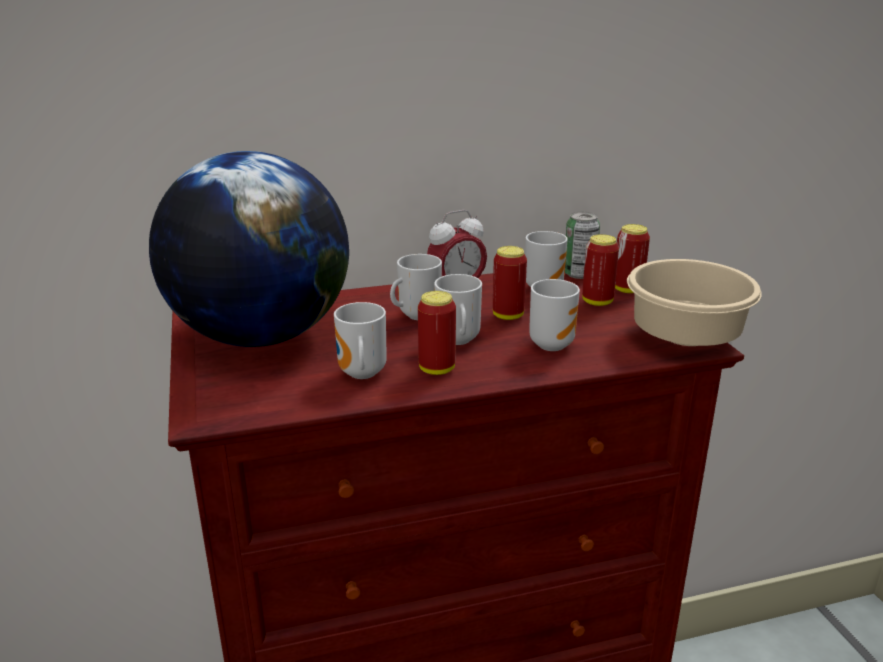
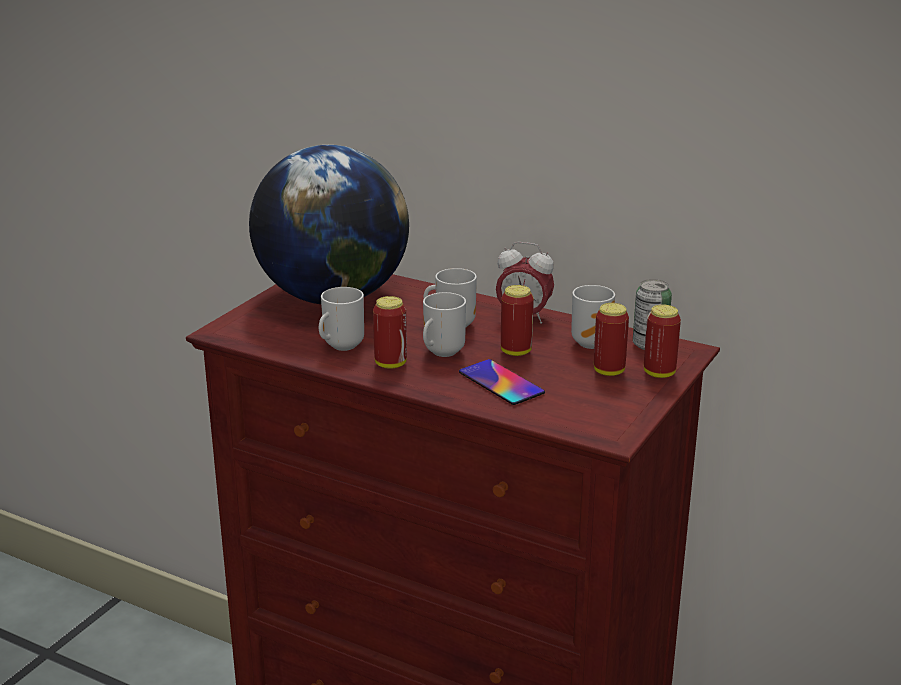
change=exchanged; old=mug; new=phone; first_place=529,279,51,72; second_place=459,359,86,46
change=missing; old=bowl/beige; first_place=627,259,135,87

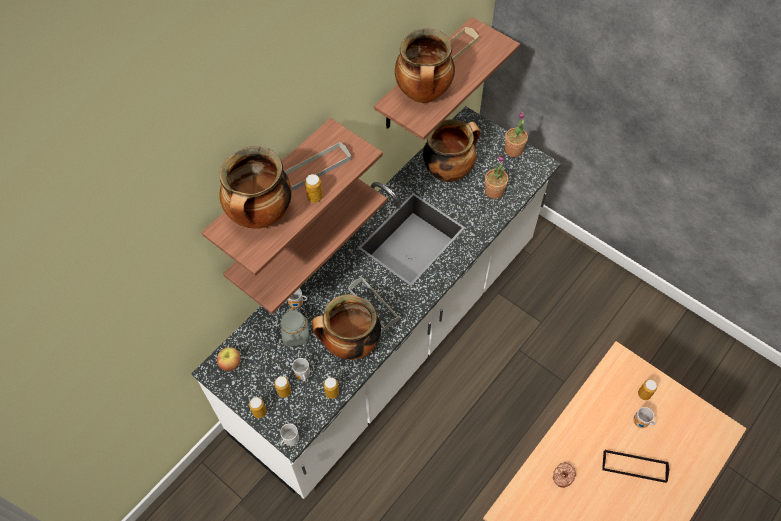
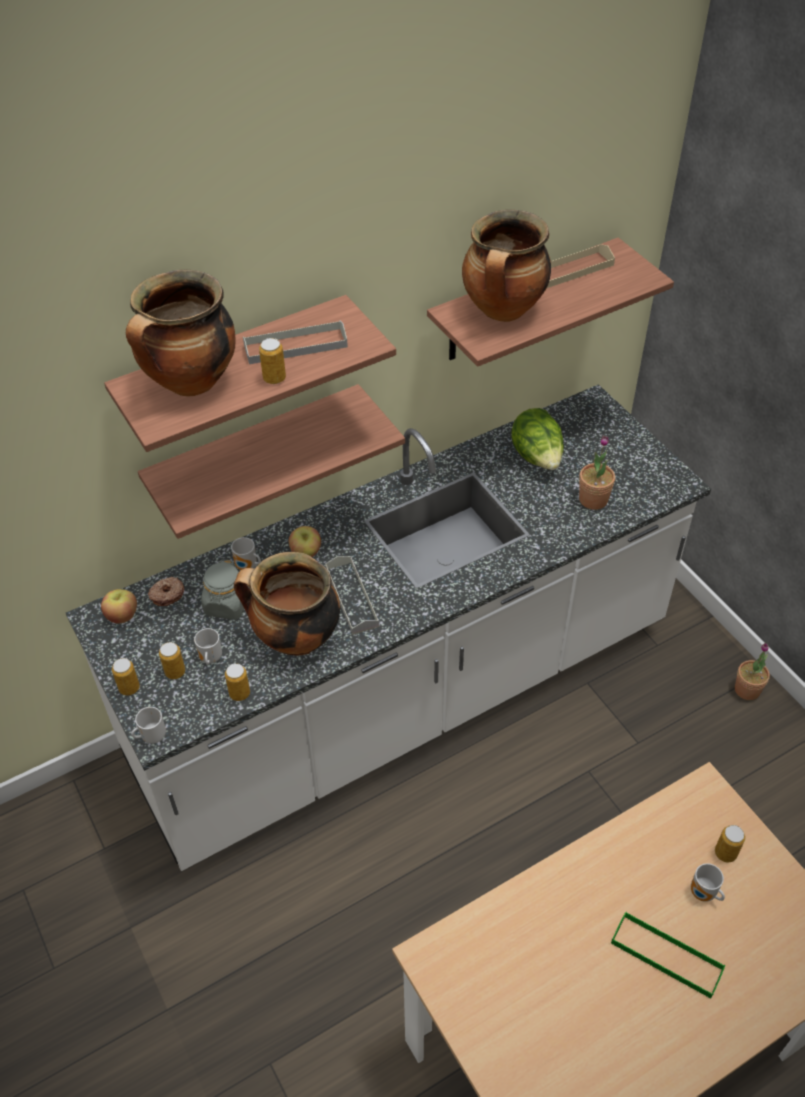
change=exchanged; old=cooking pot; new=lettuce; first_place=423,119,58,63; second_place=511,408,53,62
change=relocated; old=potted plant; first_place=505,112,23,45; second_place=735,643,35,57
change=relocated; old=donut; first_place=553,463,23,25; second_place=148,577,36,29
change=colour; old=tray/black; new=tray/green; first_place=602,449,67,34; second_place=611,912,114,86
change=appeared; new=apple; second_place=289,526,32,31

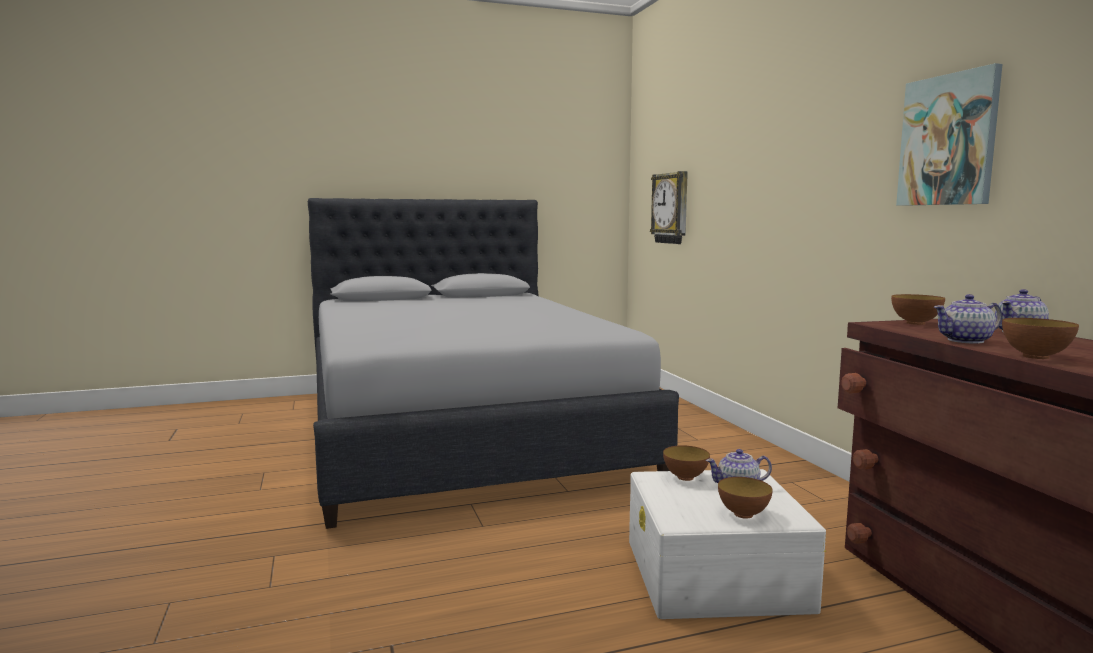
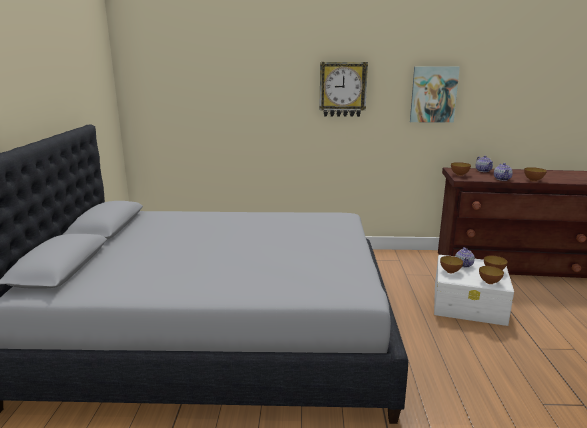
change=relocated; old=wall clock; first_place=650,171,38,73; second_place=319,62,49,55
change=appeared; new=bowl; second_place=479,266,25,18

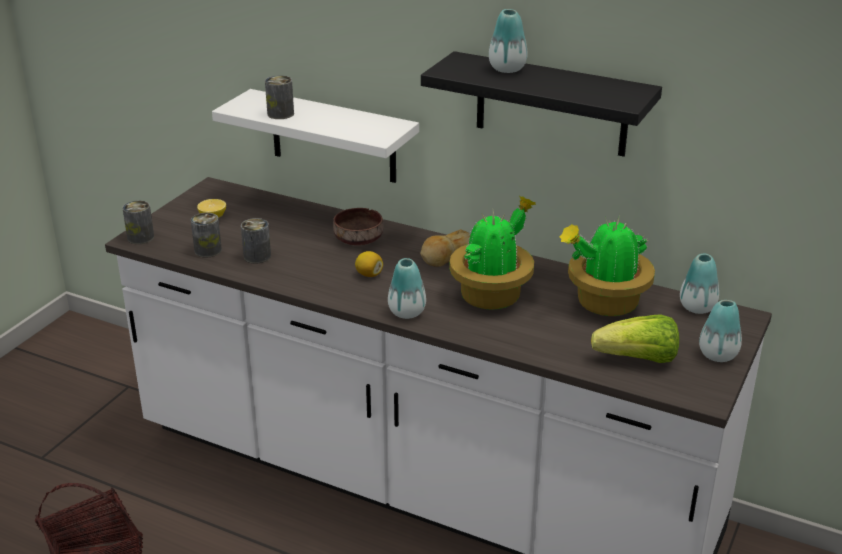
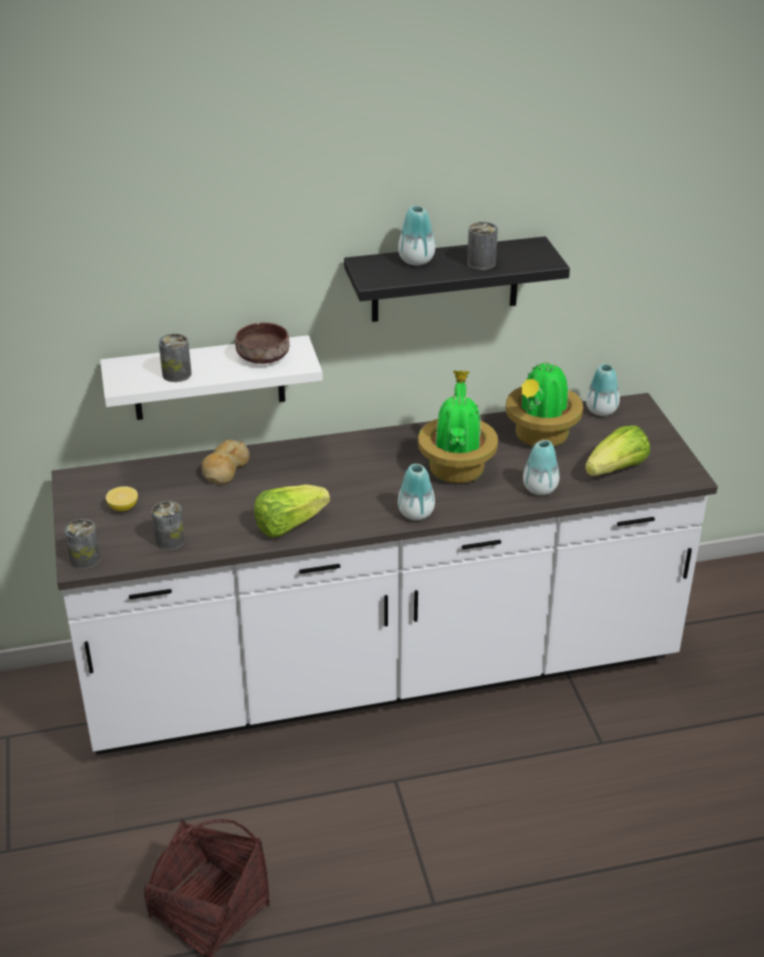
change=relocated; old=can; first_place=241,218,30,46; second_place=467,222,31,48
change=relocated; old=bowl/brown; first_place=333,208,50,37; second_place=235,322,54,42
change=missing; old=lemon; first_place=355,251,28,26
change=relocated; old=bread; first_place=420,229,50,38; second_place=201,440,48,45
change=relocated; old=vase; first_place=699,300,43,62; second_place=523,440,36,55
change=appeared; new=lettuce; second_place=254,485,76,53

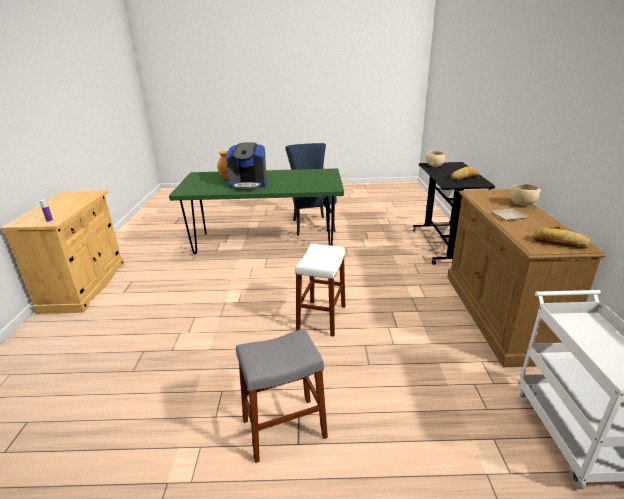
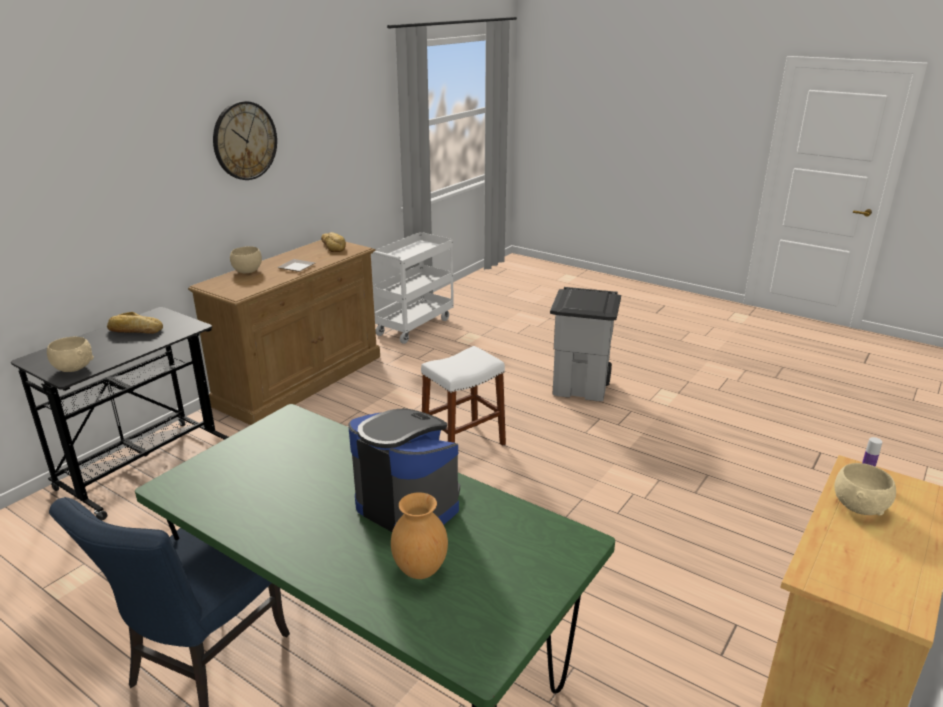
change=exchanged; old=stool/grey; new=trash can/grey; first_place=236,328,92,135; second_place=550,287,71,114
change=appeared; new=wall clock; second_place=213,101,64,79
change=appeared; new=bowl/beige; second_place=834,463,62,53

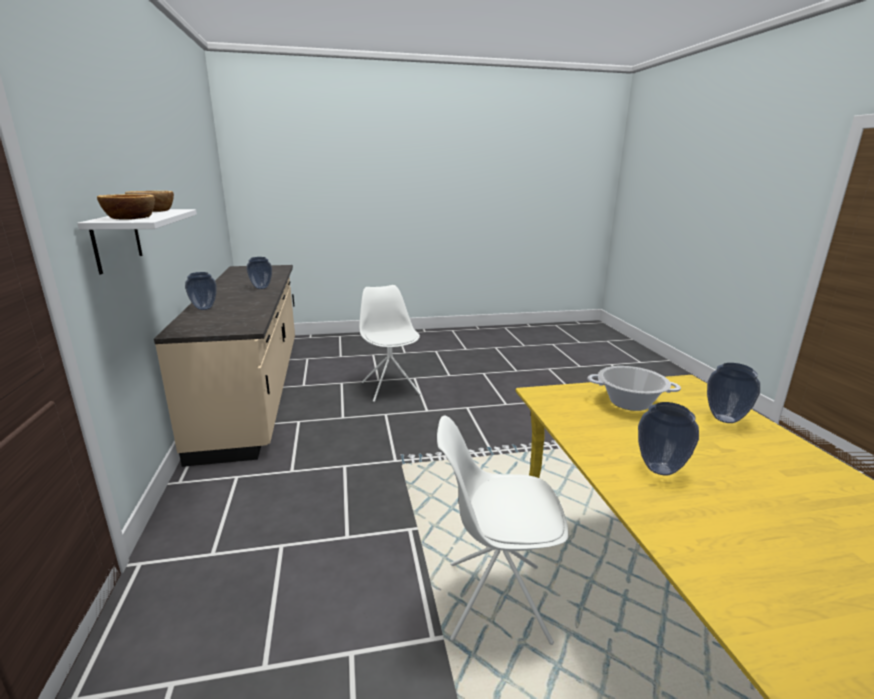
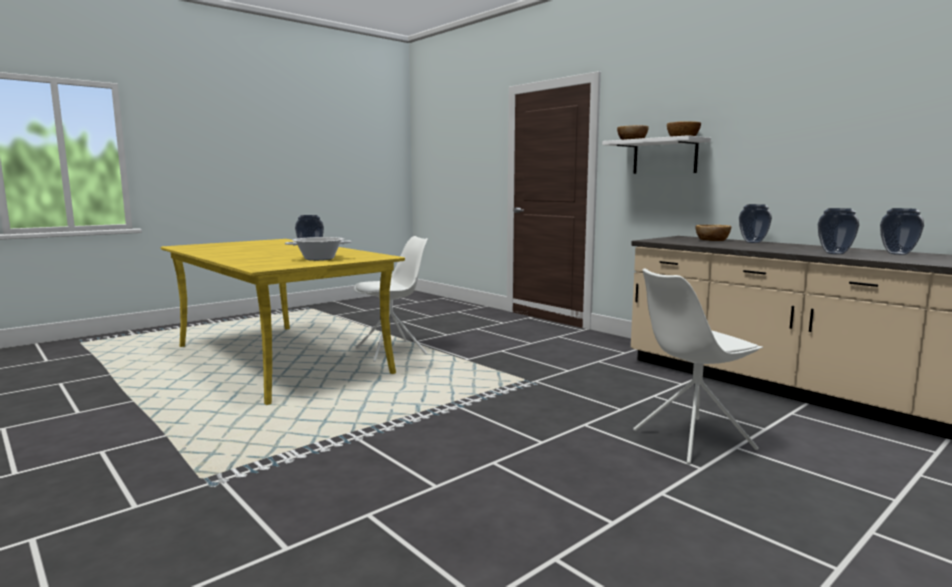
change=spun; old=chair/white; first_place=359,285,62,117; second_place=633,268,130,196; degrees=120
change=relocated; old=vase; first_place=707,363,53,60; second_place=880,208,44,47
change=appeared; new=bowl; second_place=696,225,35,16

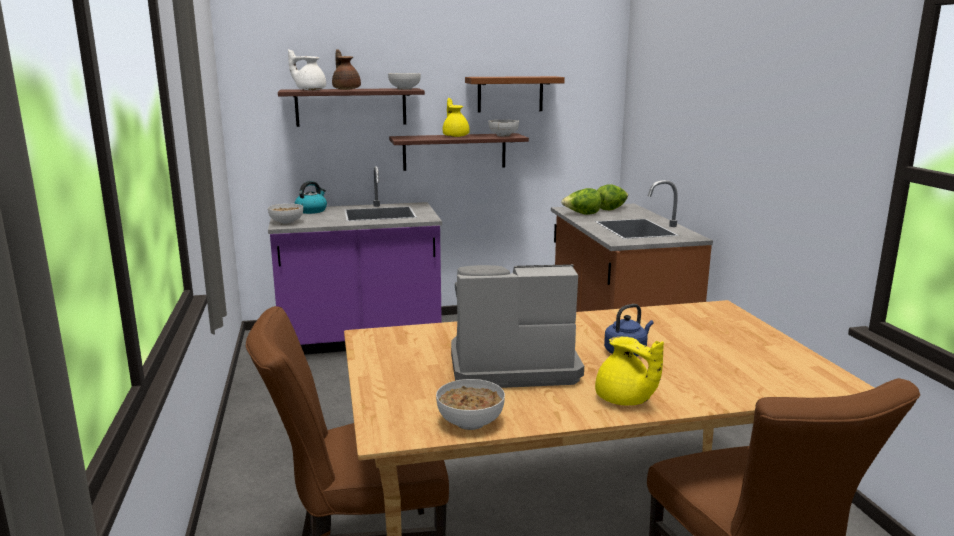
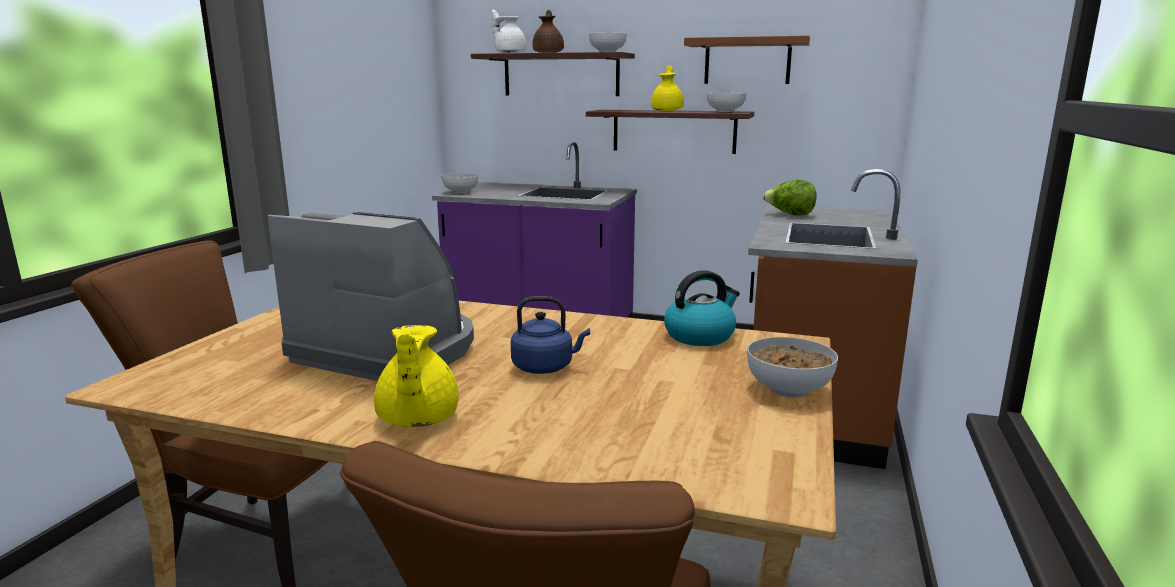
change=relocated; old=kettle; first_place=295,181,32,33; second_place=664,270,76,76
change=relocated; old=bowl; first_place=436,379,69,51; second_place=747,337,91,60
change=missing; old=lettuce; first_place=597,184,31,26

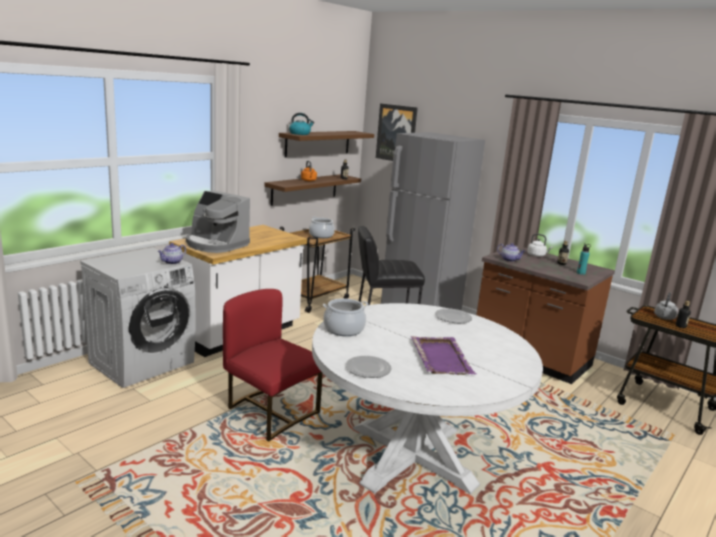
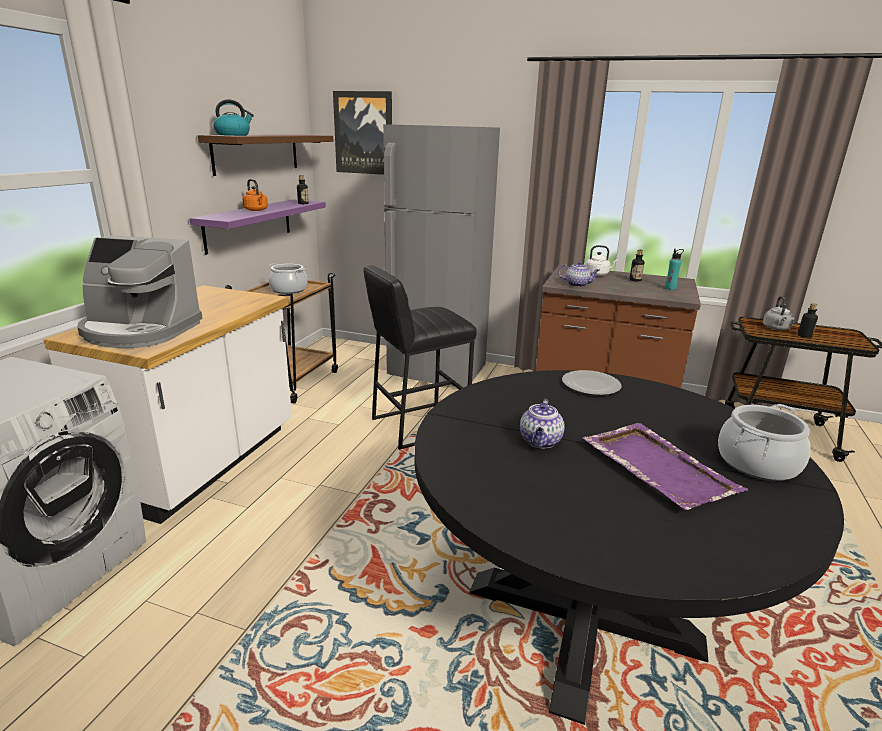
change=relocated; old=teapot; first_place=158,243,28,21; second_place=520,399,44,49
change=missing; old=chair/red; first_place=223,289,100,153
change=colour; old=shelf/brown; new=shelf/purple; first_place=264,174,97,32; second_place=189,199,137,56
change=colour; old=dining table/white; new=dining table/black; first_place=312,303,231,191; second_place=415,370,429,355
change=relocated; old=cooking pot; first_place=323,298,45,38; second_place=718,404,92,77
change=missing; old=plate; first_place=345,356,47,22

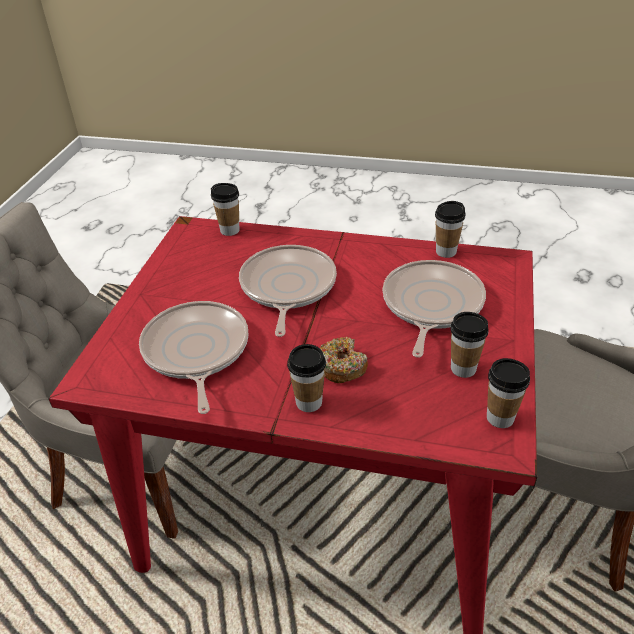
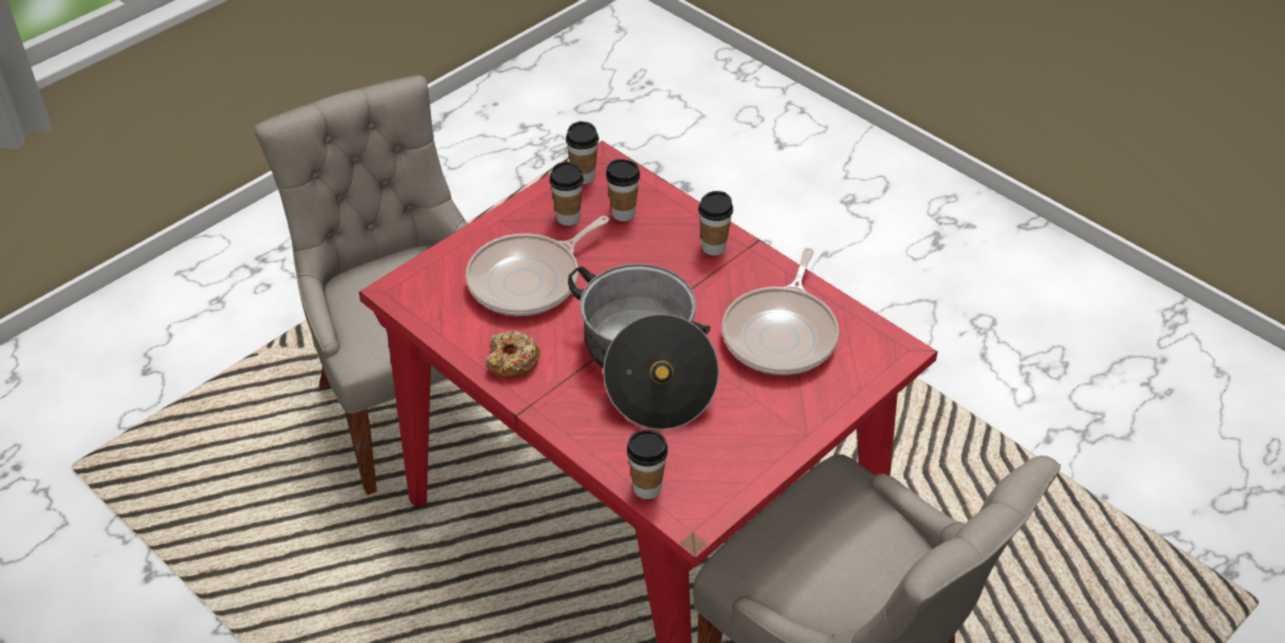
change=exchanged; old=frying pan; new=cooking pot; first_place=239,245,98,92; second_place=568,264,151,166
change=relocated; old=donut; first_place=320,337,48,46; second_place=486,331,55,47
change=relocated; old=cup; first_place=435,201,30,57; second_place=606,159,34,62

